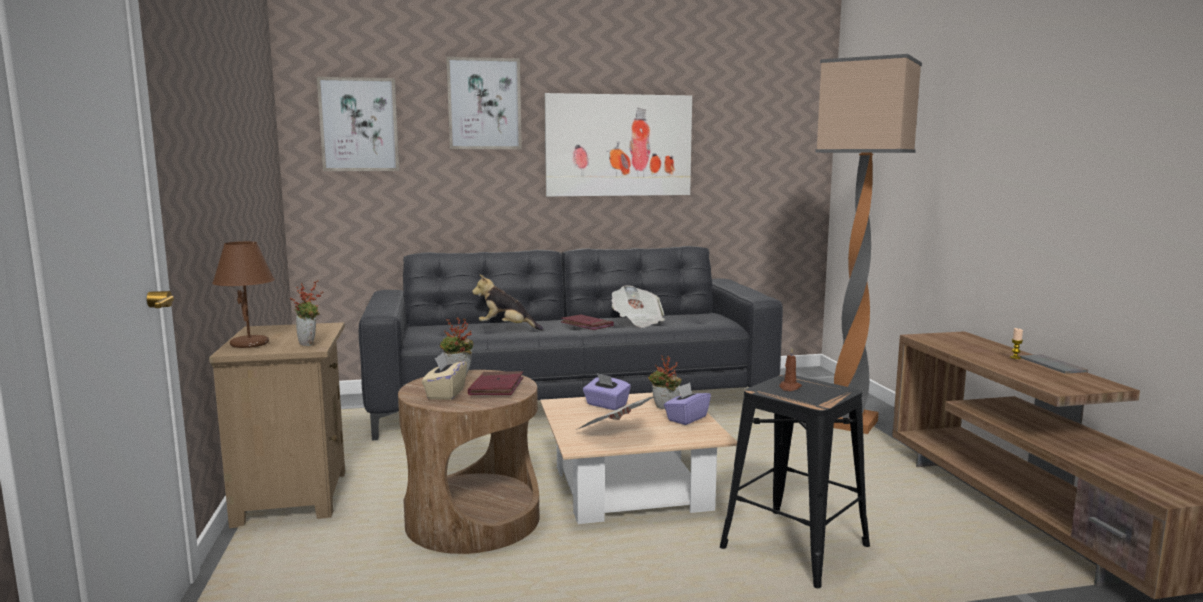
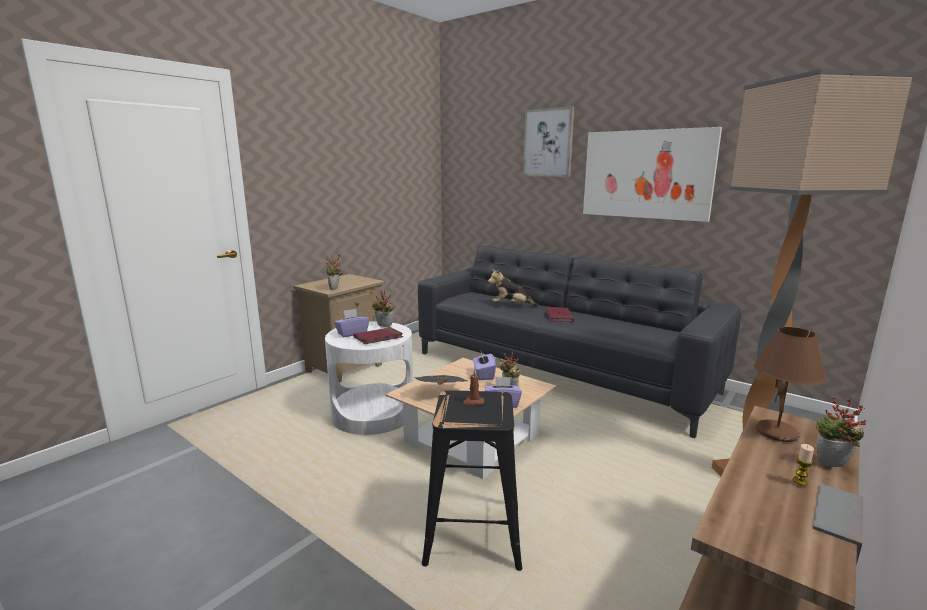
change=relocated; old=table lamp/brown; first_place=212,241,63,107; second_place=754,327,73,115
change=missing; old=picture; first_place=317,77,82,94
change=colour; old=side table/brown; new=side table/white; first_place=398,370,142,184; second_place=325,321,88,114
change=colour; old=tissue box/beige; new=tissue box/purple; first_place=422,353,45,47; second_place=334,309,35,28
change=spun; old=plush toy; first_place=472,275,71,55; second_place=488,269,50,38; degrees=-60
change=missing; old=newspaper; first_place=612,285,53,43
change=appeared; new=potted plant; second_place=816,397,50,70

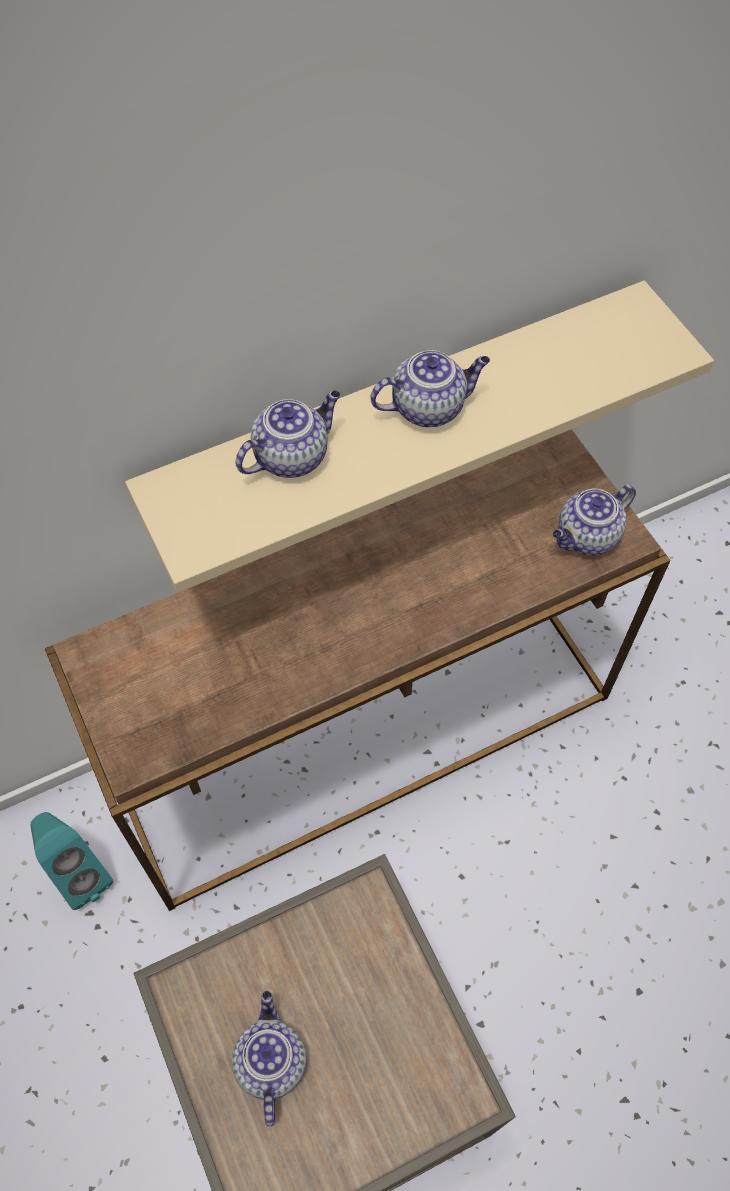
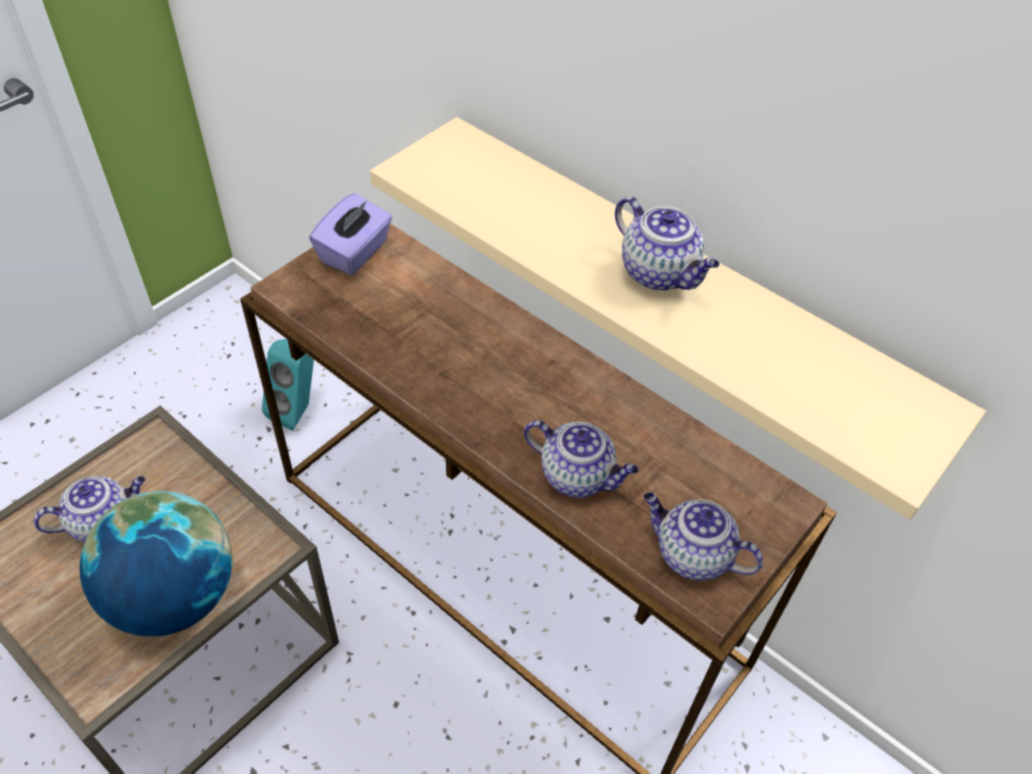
change=relocated; old=teapot; first_place=236,390,105,88; second_place=524,420,115,78
change=appeared; new=globe; second_place=80,491,153,146
change=appeared; new=tissue box/purple; second_place=309,193,83,82

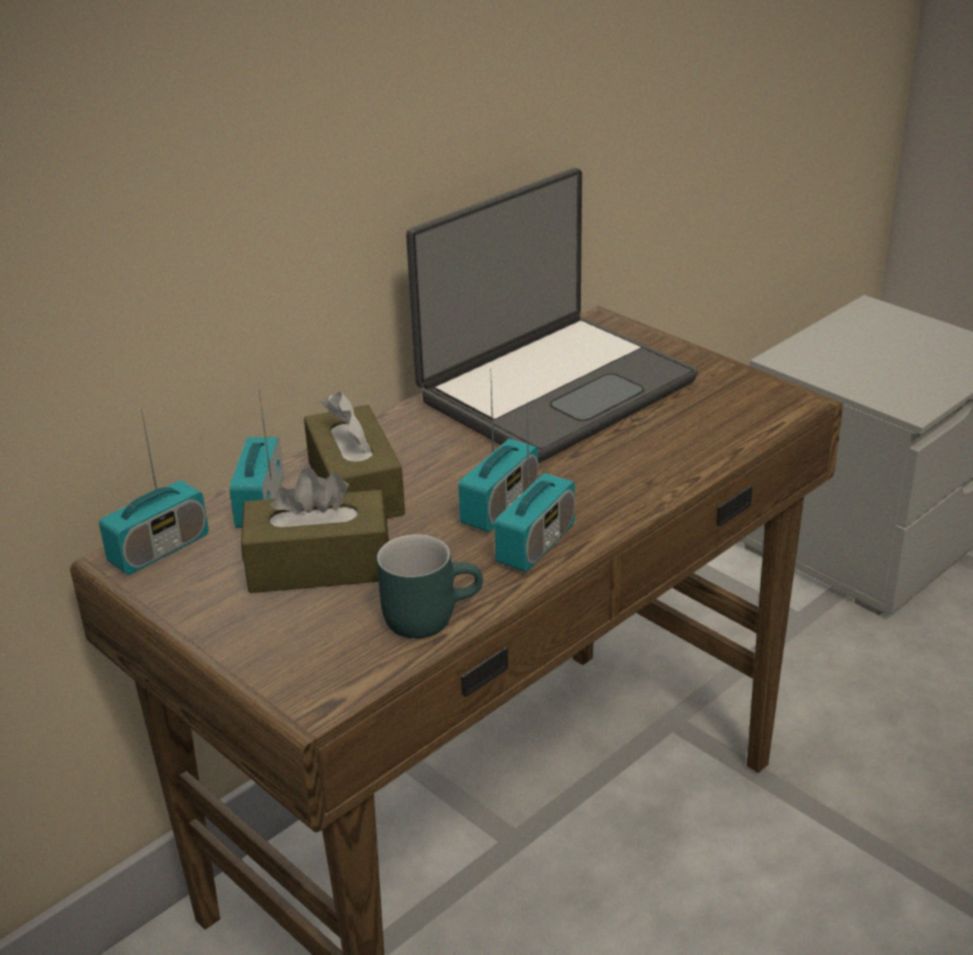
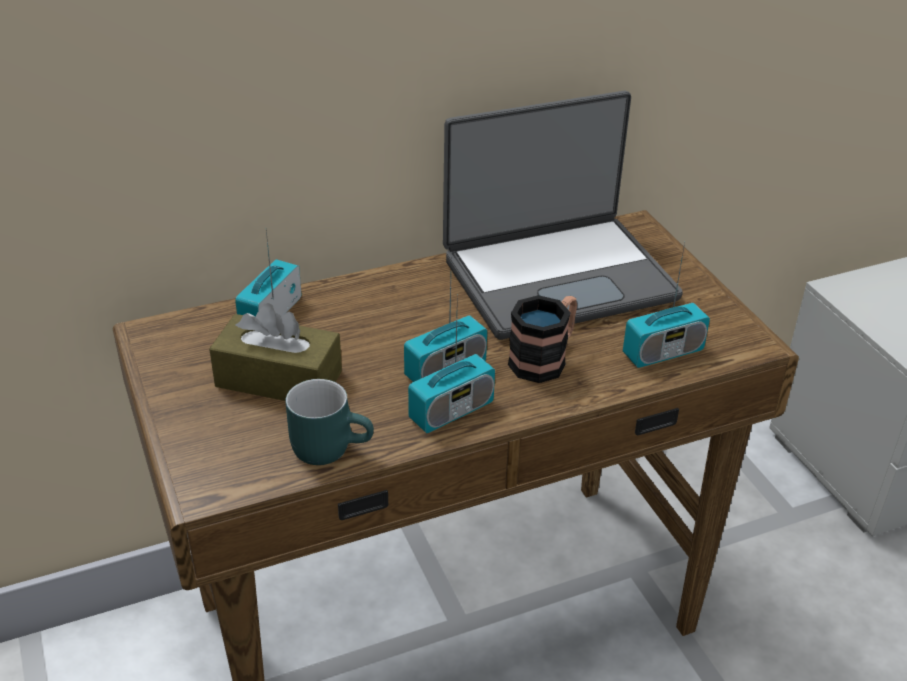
change=relocated; old=radio; first_place=99,407,110,168; second_place=623,243,87,125
change=missing; old=tissue box/brown; first_place=304,392,101,126
change=appeared; new=mug; second_place=508,295,69,88

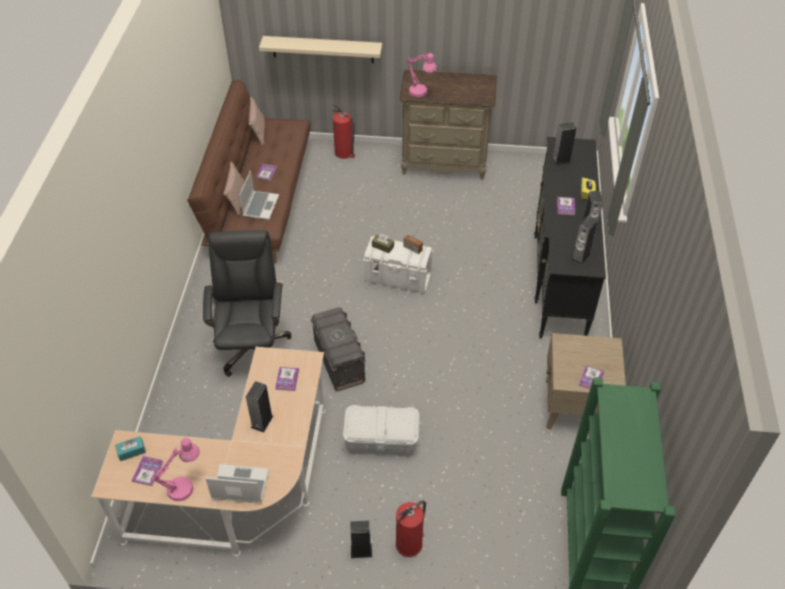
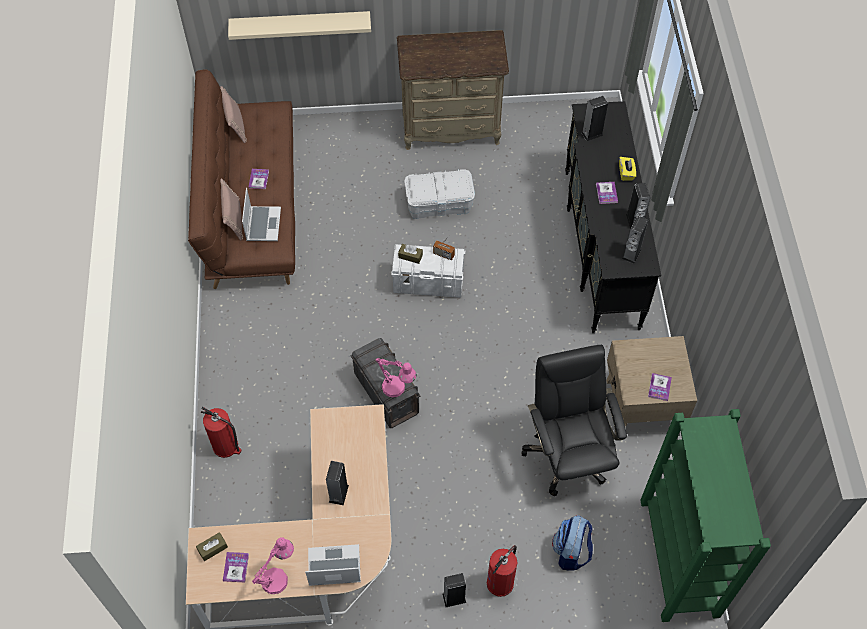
change=colour; old=tissue box/turquoise; new=tissue box/brown; first_place=115,436,31,25; second_place=196,532,32,29
change=relocated; old=office chair/black; first_place=203,230,88,147; second_place=522,344,105,152
change=missing; old=book; first_place=275,367,24,24
change=relocated; old=fire extinguisher; first_place=333,104,22,55; second_place=201,407,41,51
change=relocated; old=storage box/white; first_place=343,405,77,52; second_place=404,169,71,50
change=relocated; old=table lamp/pink; first_place=407,52,30,45; second_place=376,358,41,39
change=appeared; new=backpack; second_place=552,515,41,56

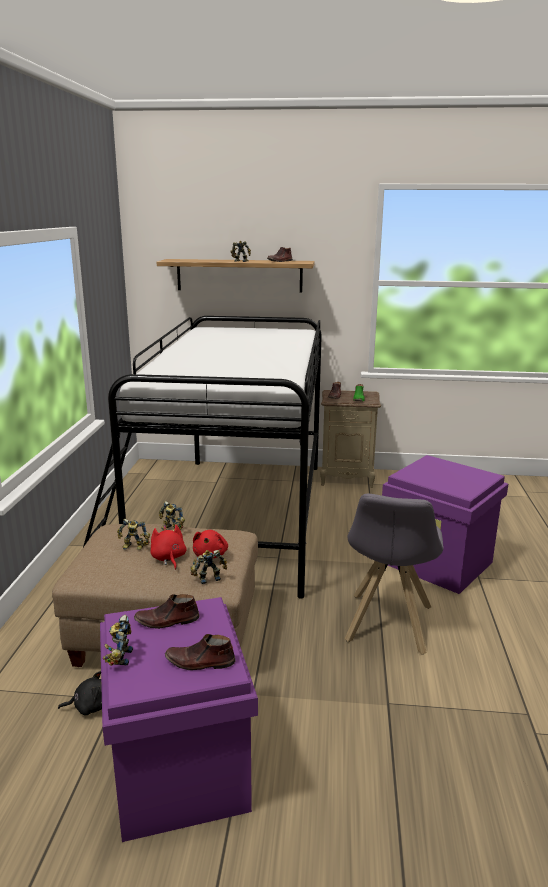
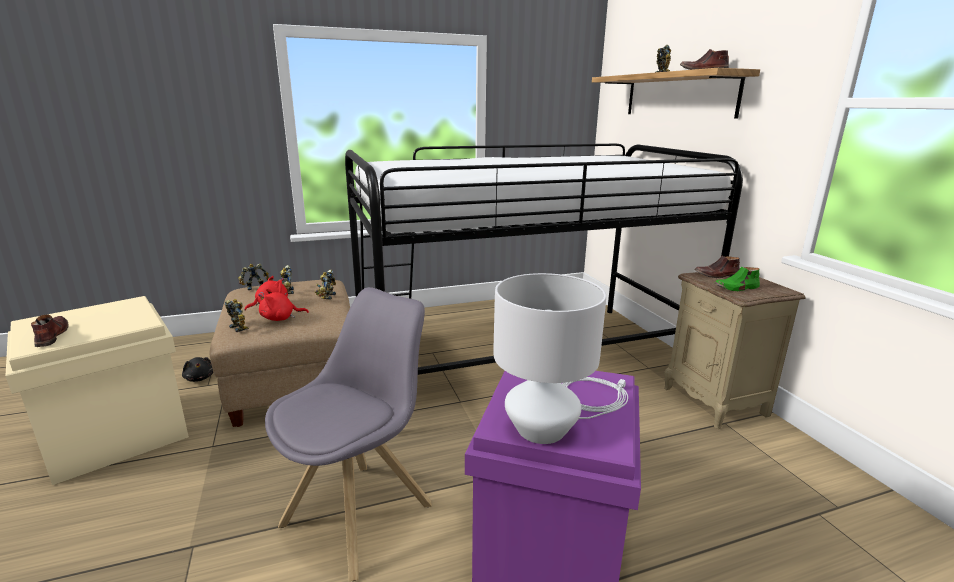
change=colour; old=storage box/purple; new=storage box/beige; first_place=100,597,158,245; second_place=5,296,184,189
change=relocated; old=toy robot; first_place=103,615,30,51; second_place=238,264,31,26
change=missing; old=shoe/brown; first_place=134,594,66,35
change=spun; old=chair/grey; first_place=345,494,99,160; second_place=265,287,167,294; degrees=135
change=appeared; new=table lamp/white; second_place=494,273,134,171

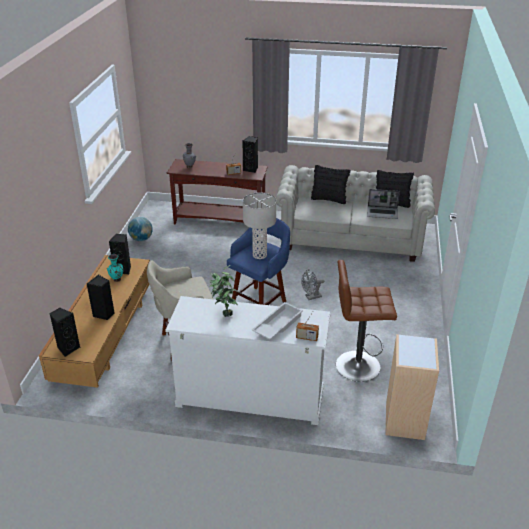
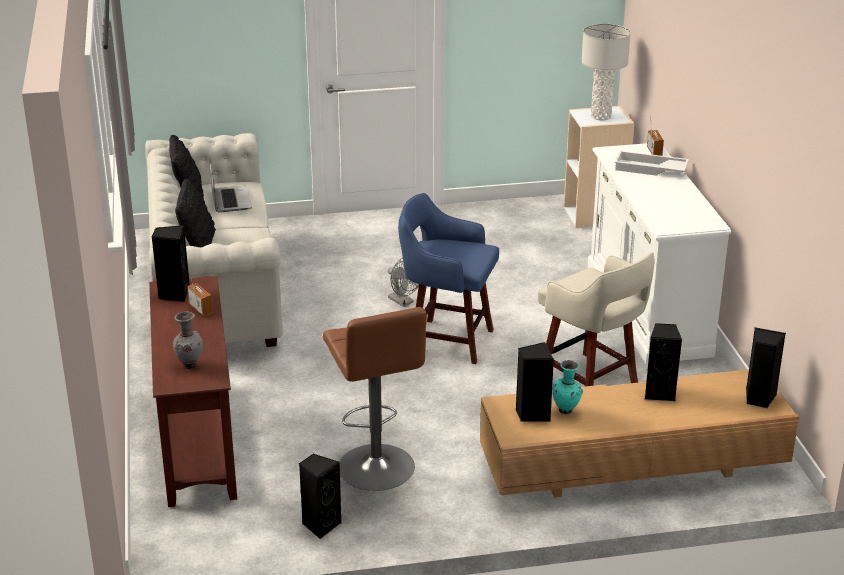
change=exchanged; old=globe; new=speaker/black; first_place=128,217,25,24; second_place=299,453,43,86
change=missing; old=potted plant; first_place=209,265,29,52
change=relocated; old=table lamp/white; first_place=243,192,33,67; second_place=582,24,49,96
change=relocated; old=stool/brown; first_place=336,260,61,122; second_place=323,307,104,184

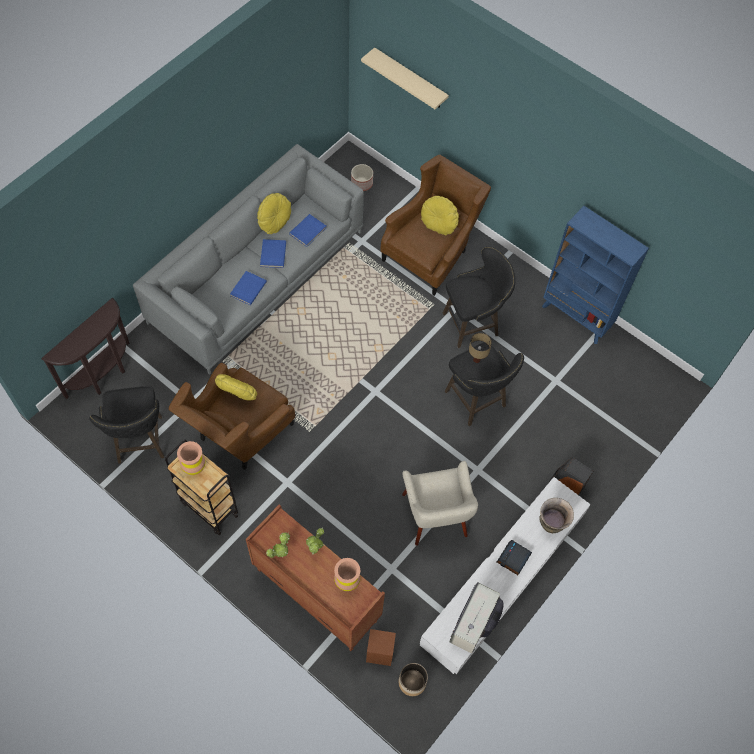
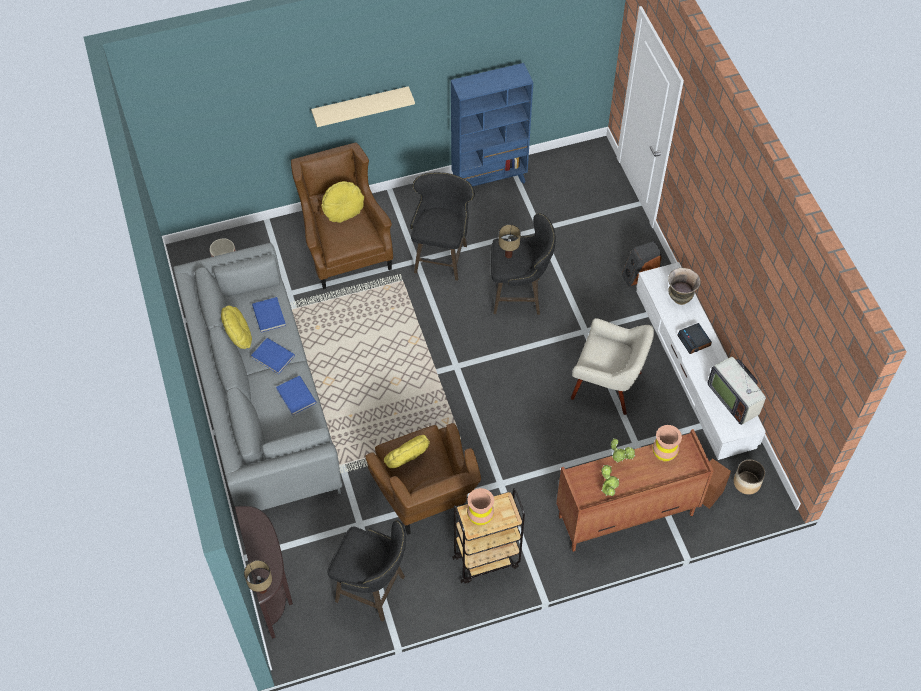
change=relocated; old=shelf/beige; first_place=361,47,88,62; second_place=311,86,104,41
change=appeared; new=table lamp; second_place=244,560,28,34

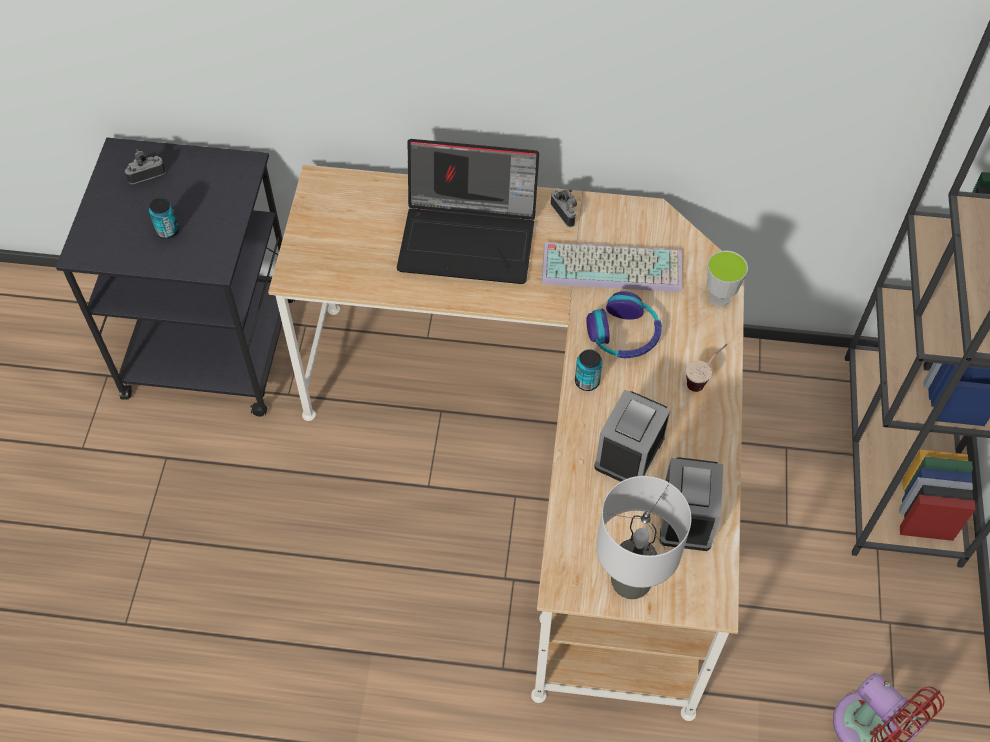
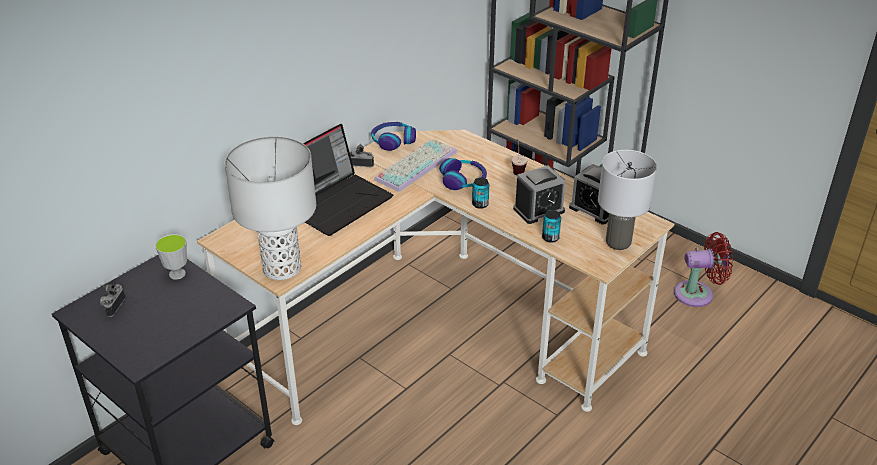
change=relocated; old=can; first_place=149,198,31,41; second_place=542,210,19,33
change=spun; old=alarm clock; first_place=594,389,77,93; second_place=513,166,53,58; degrees=-90
change=relocated; old=cup; first_place=707,250,41,56; second_place=155,234,32,46
change=appeared; new=table lamp/white; second_place=225,136,91,144
change=appeared; new=headphones; second_place=371,122,45,29

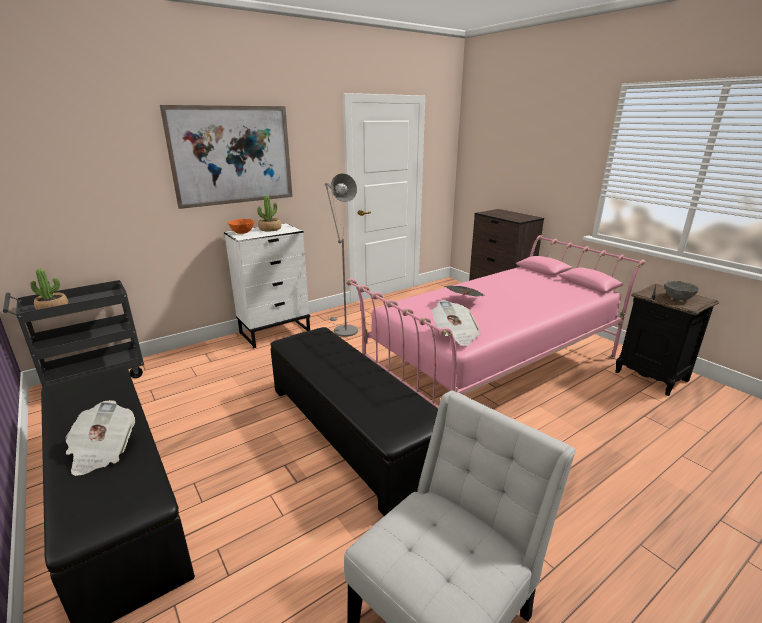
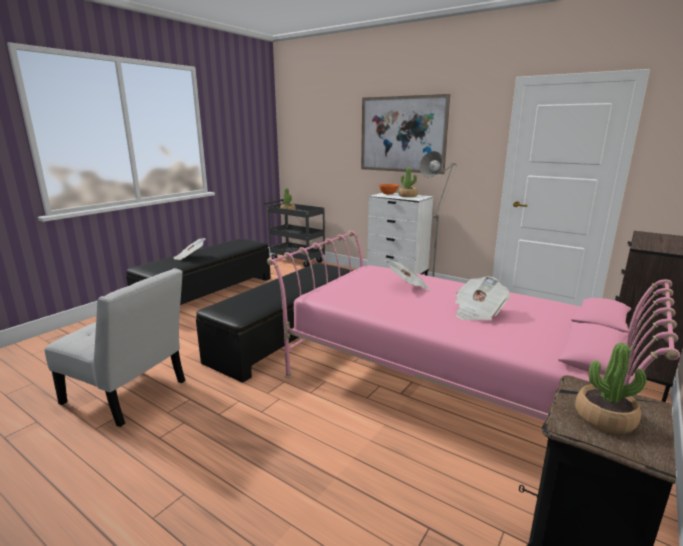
change=relocated; old=newspaper; first_place=432,300,49,46; second_place=455,276,55,45
change=exchanged; old=bowl/grey; new=potted plant; first_place=664,281,35,19; second_place=575,343,71,91

